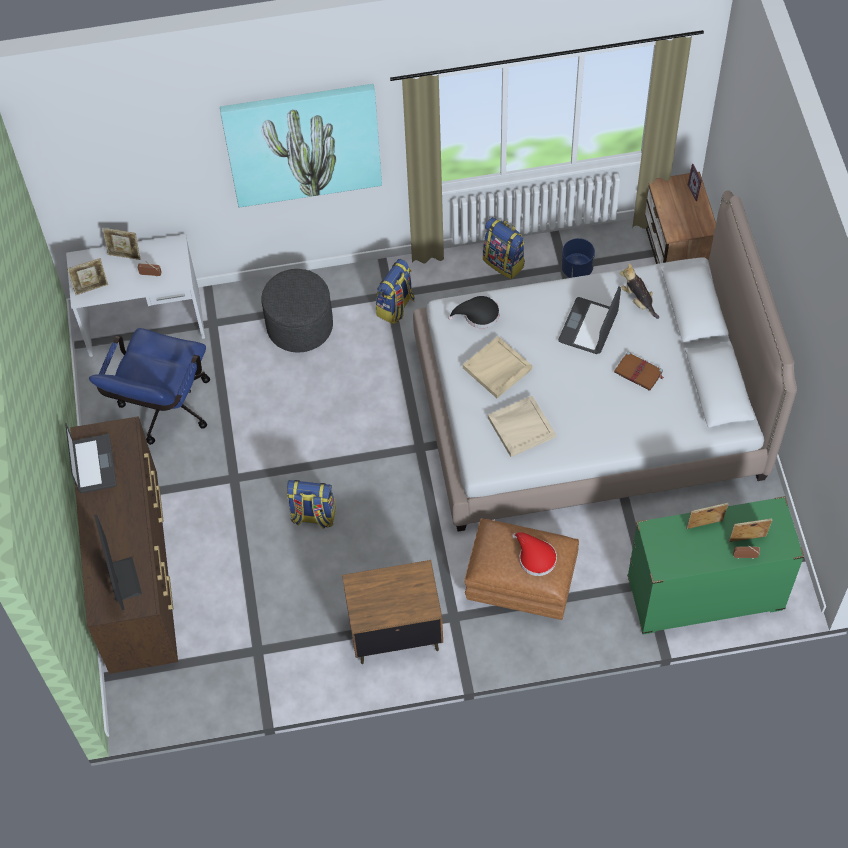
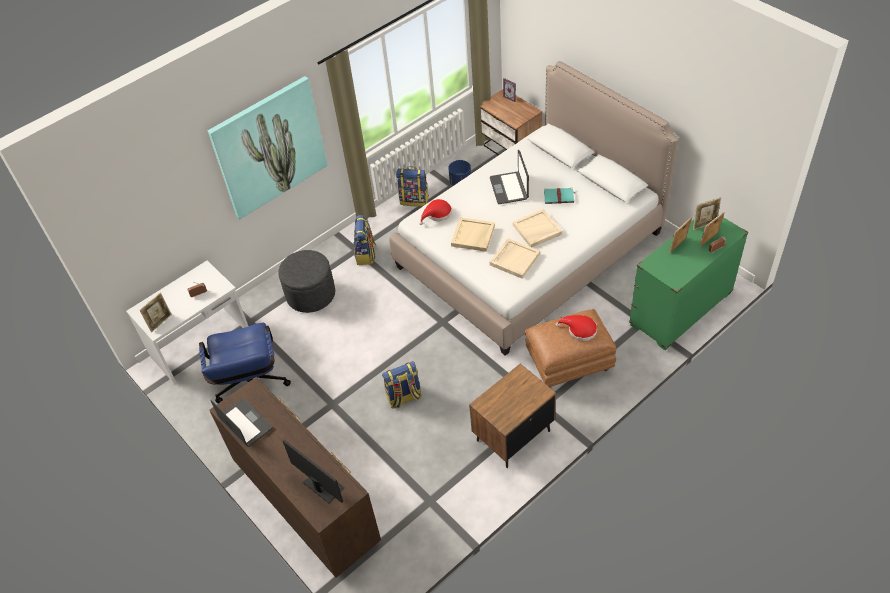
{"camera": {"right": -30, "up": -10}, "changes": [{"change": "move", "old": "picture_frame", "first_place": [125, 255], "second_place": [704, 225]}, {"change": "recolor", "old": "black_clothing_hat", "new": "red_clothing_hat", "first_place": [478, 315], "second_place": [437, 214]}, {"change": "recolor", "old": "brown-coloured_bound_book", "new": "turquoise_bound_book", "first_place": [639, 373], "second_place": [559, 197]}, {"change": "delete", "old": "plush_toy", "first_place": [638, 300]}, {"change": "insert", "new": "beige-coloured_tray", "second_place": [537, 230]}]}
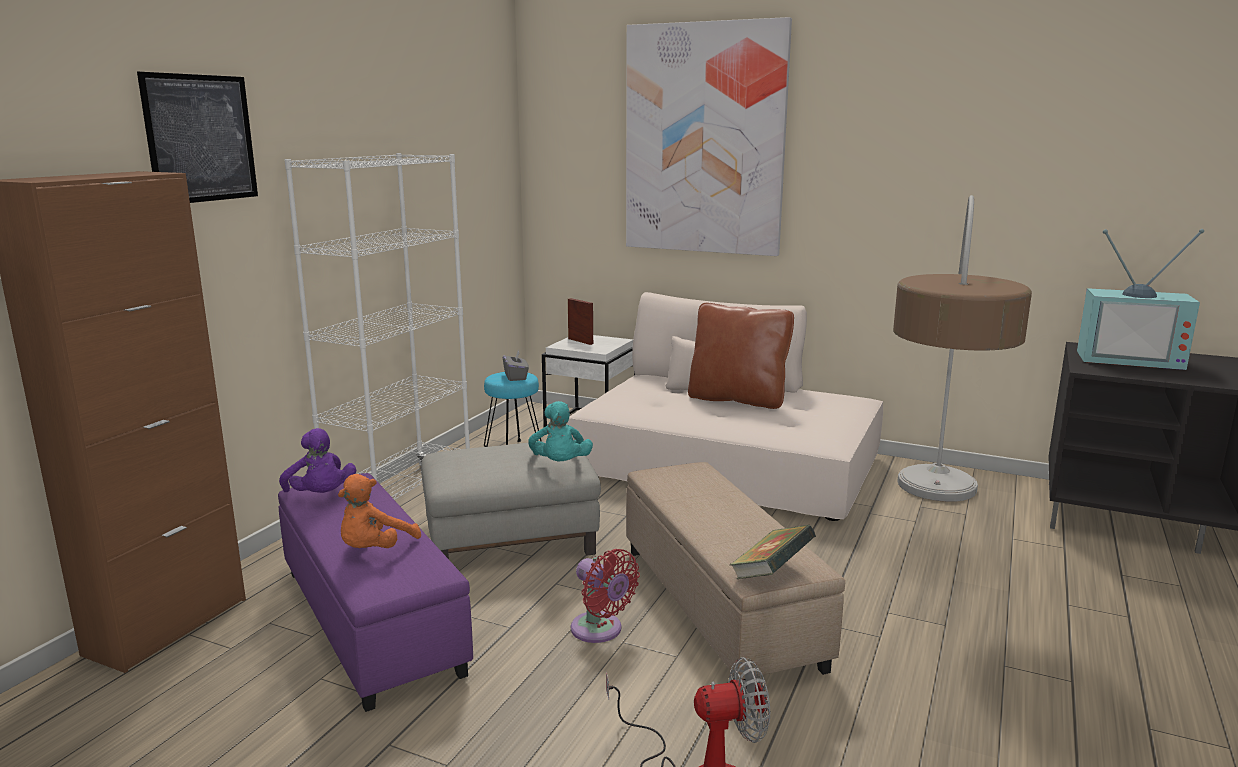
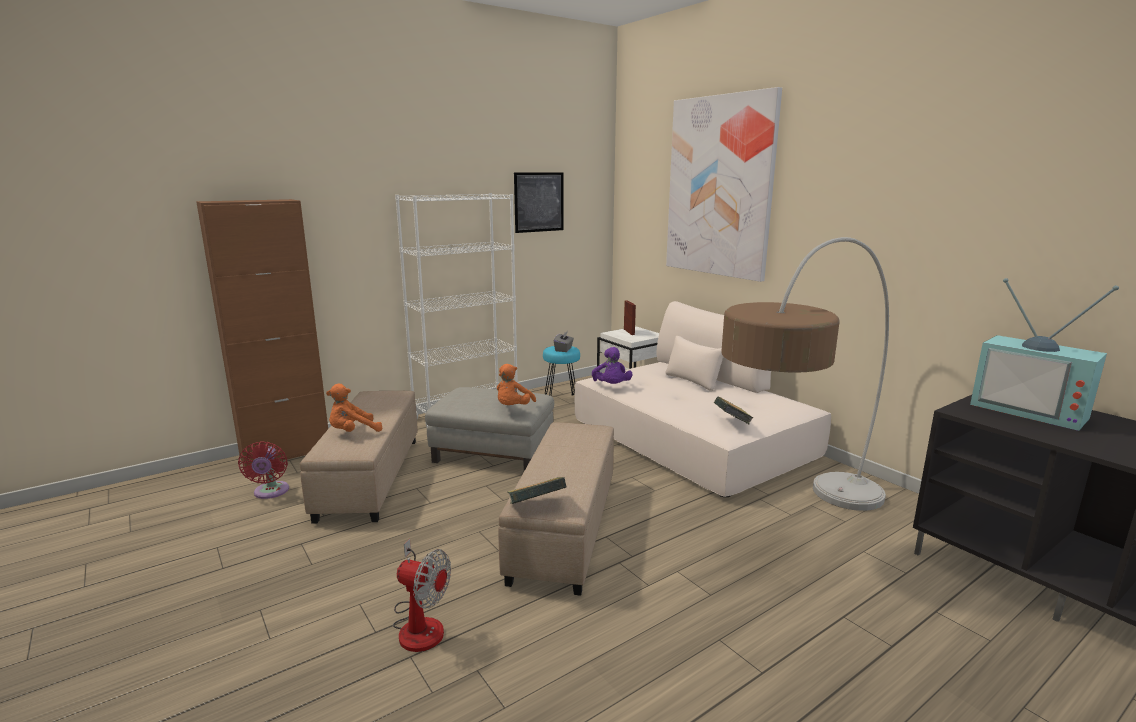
{"camera": {"right": 30, "up": 0}, "changes": [{"change": "move", "old": "wall_picture", "first_place": [201, 138], "second_place": [539, 202]}, {"change": "recolor", "old": "purplish_ottoman", "new": "beige-coloured_ottoman", "first_place": [369, 620], "second_place": [369, 477]}, {"change": "move", "old": "purplish_plush_toy", "first_place": [321, 496], "second_place": [611, 386]}, {"change": "recolor", "old": "turquoise_plush_toy", "new": "orangey_plush_toy", "first_place": [560, 464], "second_place": [513, 408]}, {"change": "move", "old": "red_cooling_fan", "first_place": [600, 631], "second_place": [270, 492]}, {"change": "delete", "old": "brown-coloured_cushion", "first_place": [737, 399]}, {"change": "insert", "new": "bound_book", "second_place": [732, 423]}]}
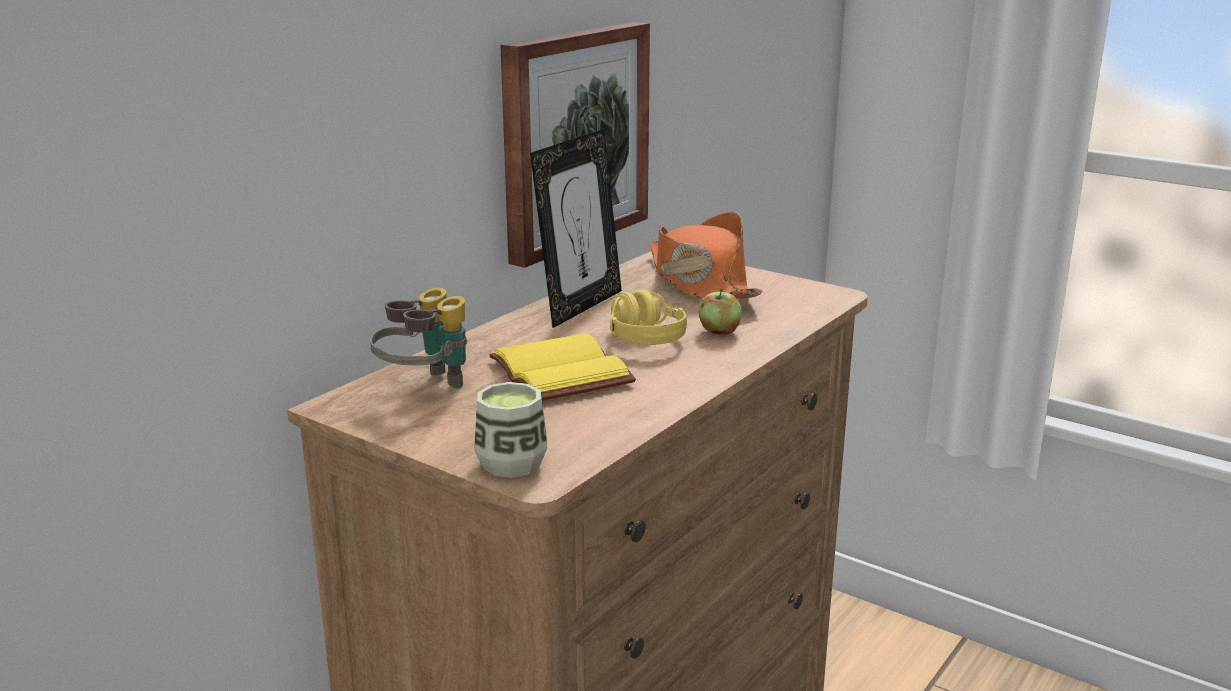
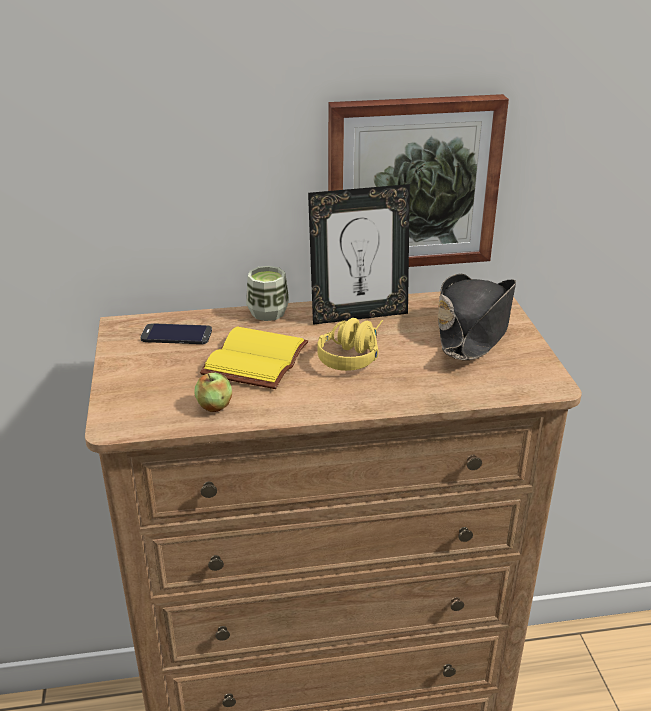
{"camera": {"right": 45, "up": 10}, "changes": [{"change": "replace", "old": "field_glasses", "new": "telephone", "first_place": [425, 387], "second_place": [176, 335]}, {"change": "move", "old": "small_cup", "first_place": [511, 463], "second_place": [268, 312]}, {"change": "recolor", "old": "orangey_clothing_hat", "new": "black_clothing_hat", "first_place": [700, 282], "second_place": [473, 329]}, {"change": "move", "old": "apple", "first_place": [719, 331], "second_place": [214, 406]}]}
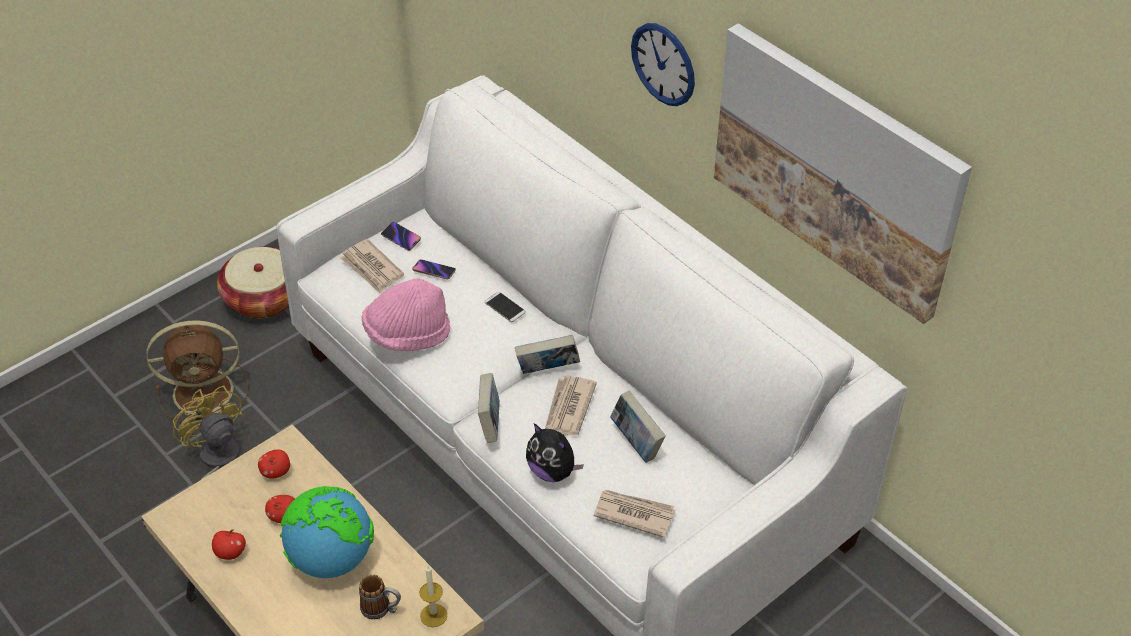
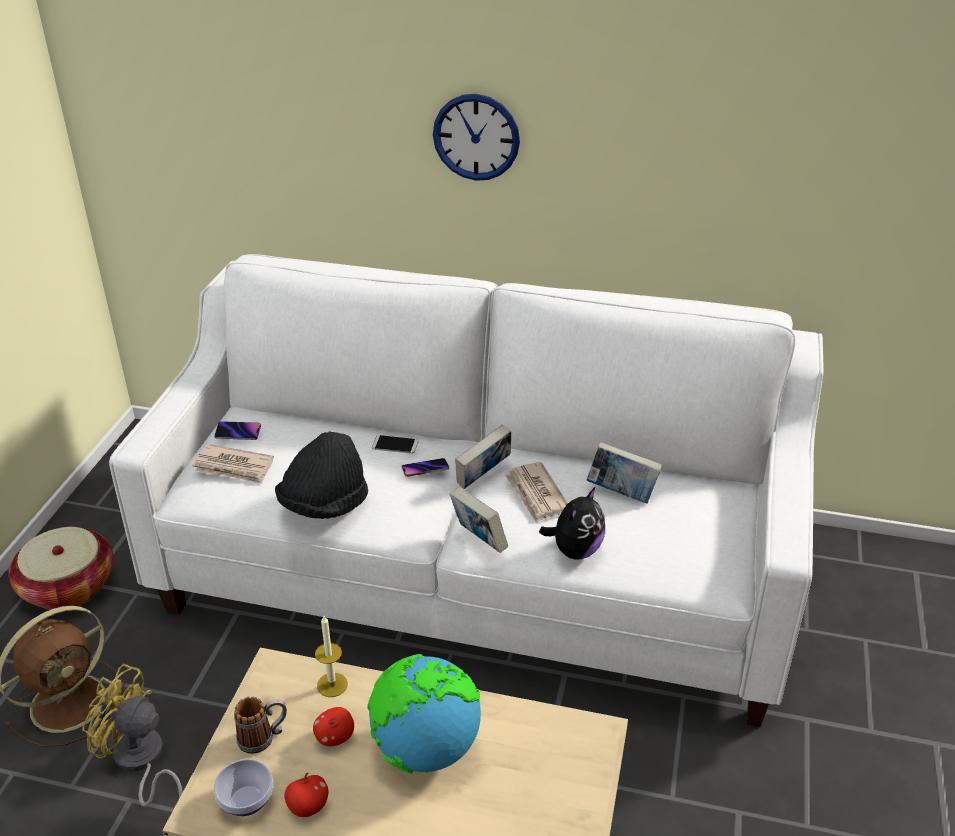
{"camera": {"right": -35, "up": -10}, "changes": [{"change": "delete", "old": "apple", "first_place": [276, 472]}, {"change": "move", "old": "mug", "first_place": [381, 609], "second_place": [263, 737]}, {"change": "recolor", "old": "pink_clothing_hat", "new": "black_clothing_hat", "first_place": [407, 334], "second_place": [324, 504]}, {"change": "move", "old": "telephone", "first_place": [434, 271], "second_place": [425, 469]}, {"change": "move", "old": "wax_light", "first_place": [433, 615], "second_place": [332, 685]}, {"change": "rotate", "old": "plush_toy", "first_place": [552, 471], "second_place": [575, 550], "degrees": -60}, {"change": "delete", "old": "printed_paper", "first_place": [633, 513]}, {"change": "delete", "old": "wall_picture", "first_place": [835, 169]}, {"change": "insert", "new": "deep_dish", "second_place": [246, 800]}]}
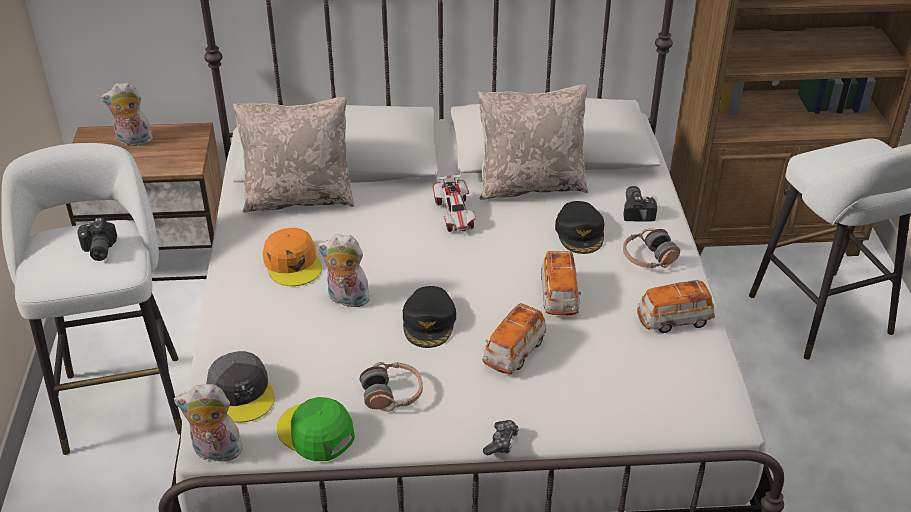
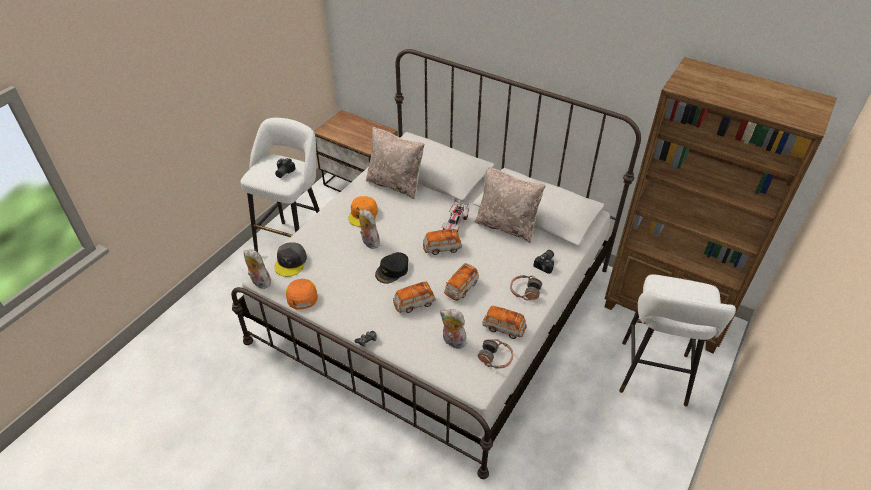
{"camera": {"right": 35, "up": 5}, "changes": [{"change": "move", "old": "plush_toy", "first_place": [133, 142], "second_place": [452, 342]}, {"change": "recolor", "old": "greenish_cap", "new": "orangey_cap", "first_place": [315, 433], "second_place": [301, 295]}, {"change": "move", "old": "headphones", "first_place": [392, 394], "second_place": [495, 358]}, {"change": "delete", "old": "black_cap", "first_place": [580, 232]}, {"change": "insert", "new": "toy_car", "second_place": [442, 248]}]}
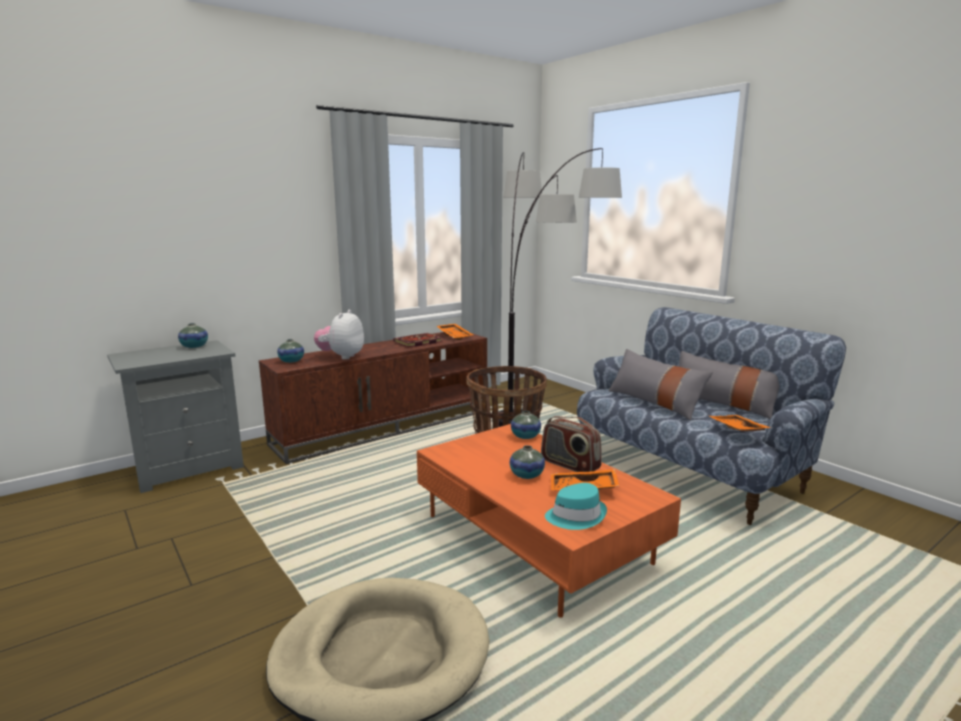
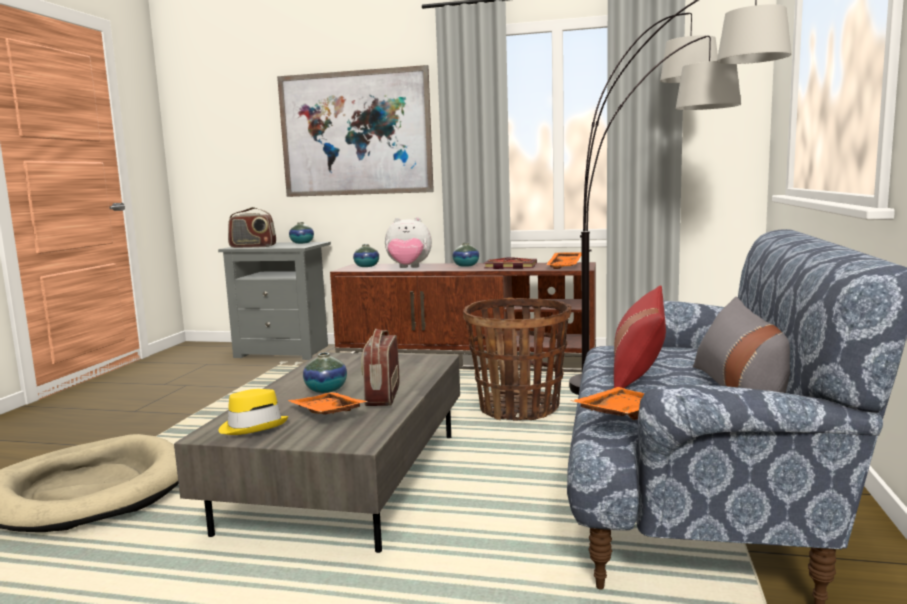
{"camera": {"right": 50, "up": -5}, "changes": [{"change": "rotate", "old": "plush_toy", "first_place": [341, 357], "second_place": [408, 268], "degrees": -150}, {"change": "recolor", "old": "orangey_coffee_table", "new": "gray_coffee_table", "first_place": [537, 539], "second_place": [349, 480]}, {"change": "move", "old": "decorative_vase", "first_place": [525, 436], "second_place": [466, 266]}, {"change": "recolor", "old": "turquoise_clothing_hat", "new": "yellow_clothing_hat", "first_place": [575, 516], "second_place": [253, 426]}, {"change": "recolor", "old": "gray_cushion", "new": "red_cushion", "first_place": [655, 402], "second_place": [639, 369]}, {"change": "insert", "new": "radio", "second_place": [252, 246]}, {"change": "insert", "new": "wall_picture", "second_place": [355, 133]}]}
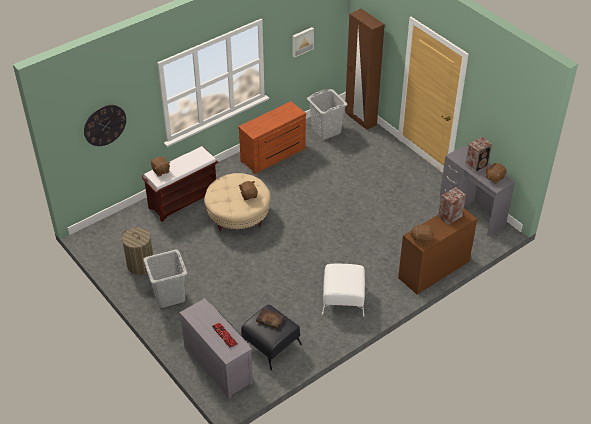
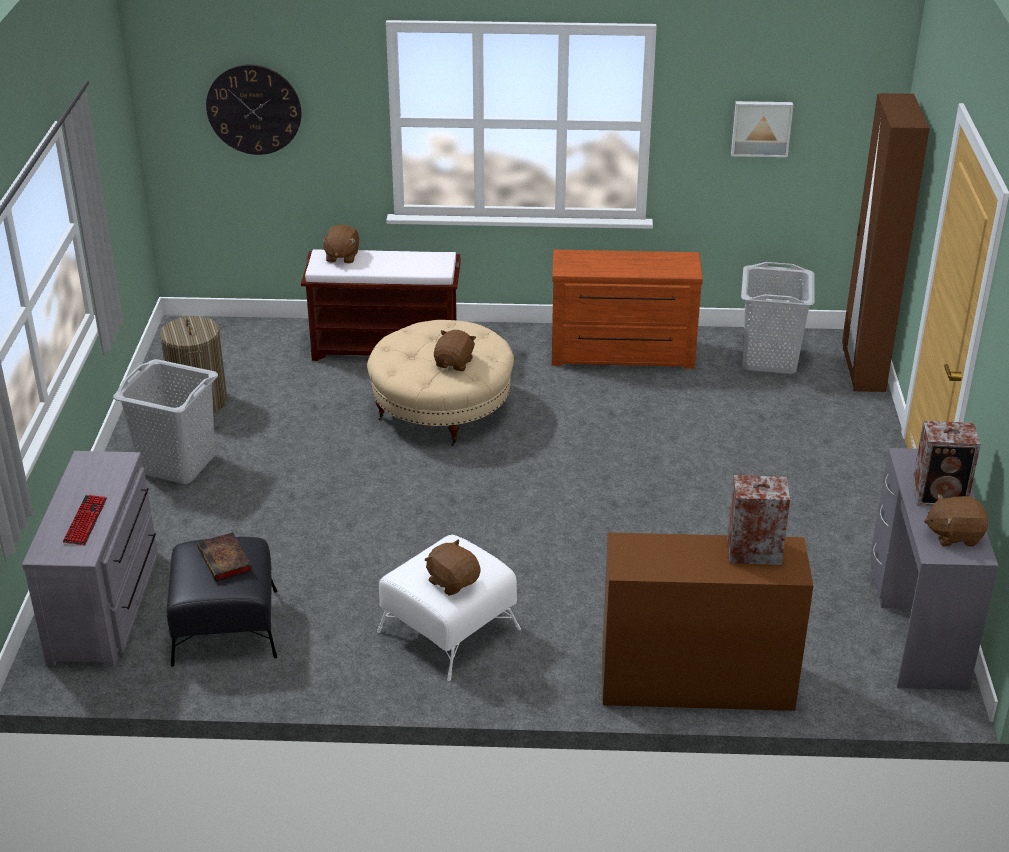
{"camera": {"right": 40, "up": -10}, "changes": [{"change": "move", "old": "brown-coloured_plush_toy", "first_place": [421, 239], "second_place": [453, 581]}]}
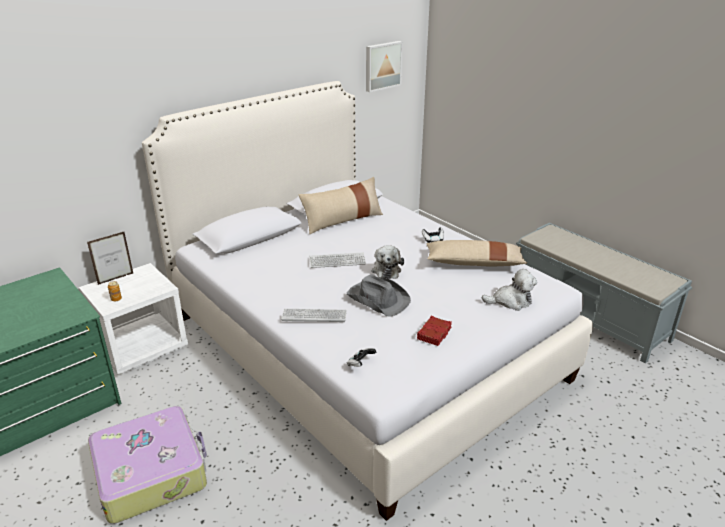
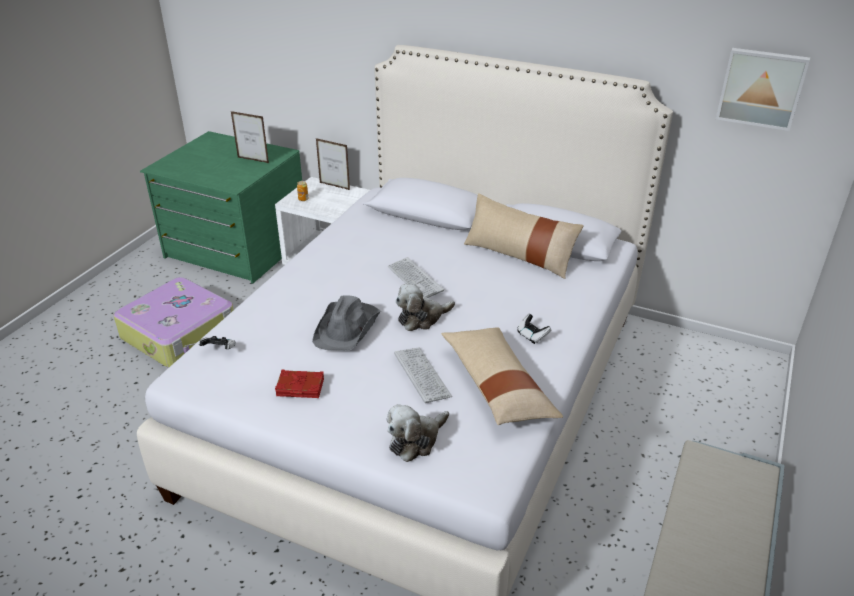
{"camera": {"right": 65, "up": 5}, "changes": [{"change": "move", "old": "keyboard", "first_place": [314, 316], "second_place": [422, 375]}, {"change": "rotate", "old": "plush_toy", "first_place": [510, 301], "second_place": [416, 440], "degrees": 75}, {"change": "insert", "new": "picture_frame", "second_place": [253, 160]}]}
